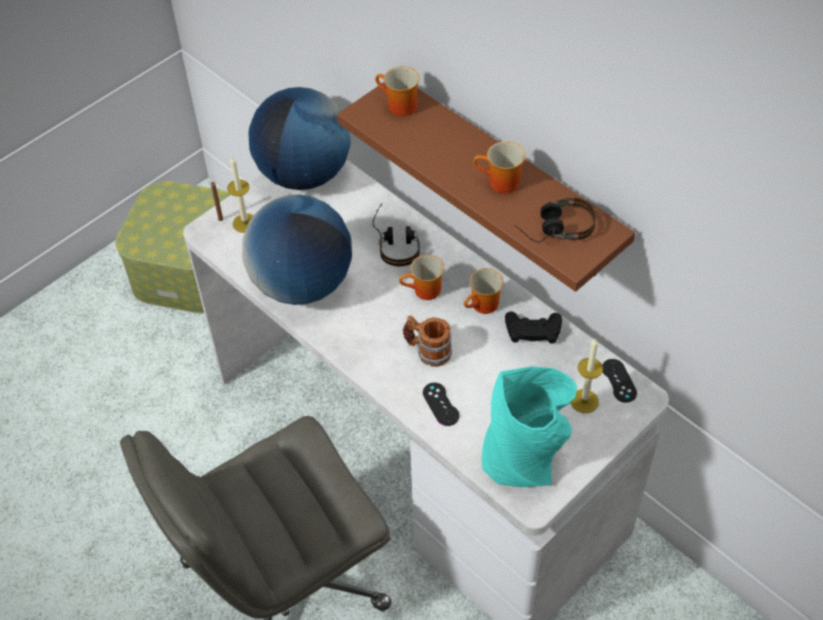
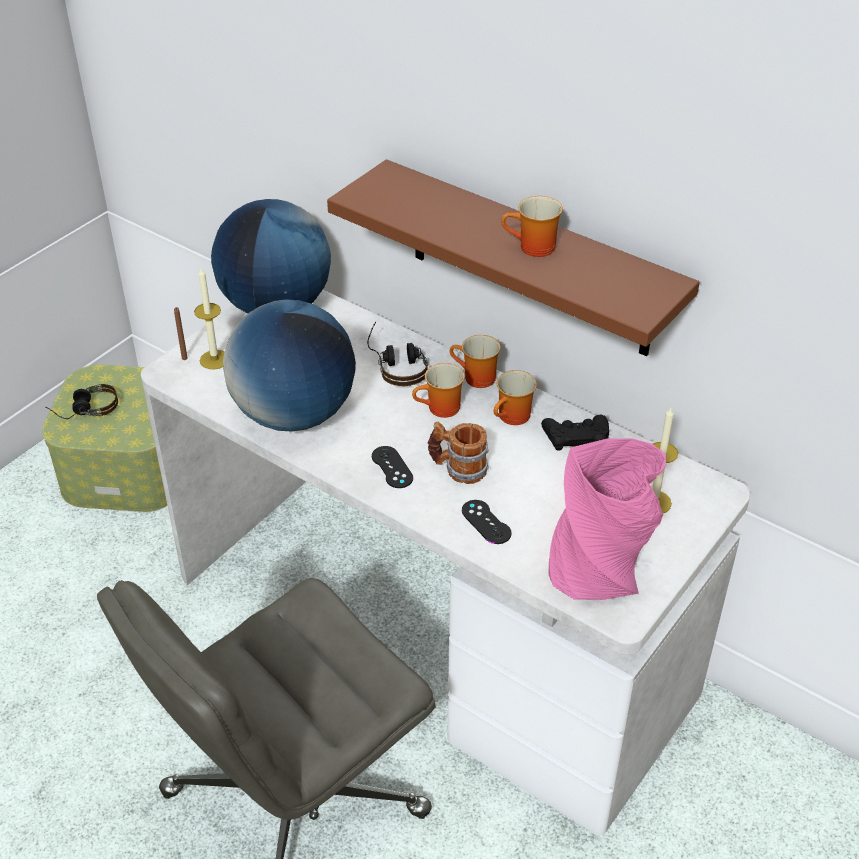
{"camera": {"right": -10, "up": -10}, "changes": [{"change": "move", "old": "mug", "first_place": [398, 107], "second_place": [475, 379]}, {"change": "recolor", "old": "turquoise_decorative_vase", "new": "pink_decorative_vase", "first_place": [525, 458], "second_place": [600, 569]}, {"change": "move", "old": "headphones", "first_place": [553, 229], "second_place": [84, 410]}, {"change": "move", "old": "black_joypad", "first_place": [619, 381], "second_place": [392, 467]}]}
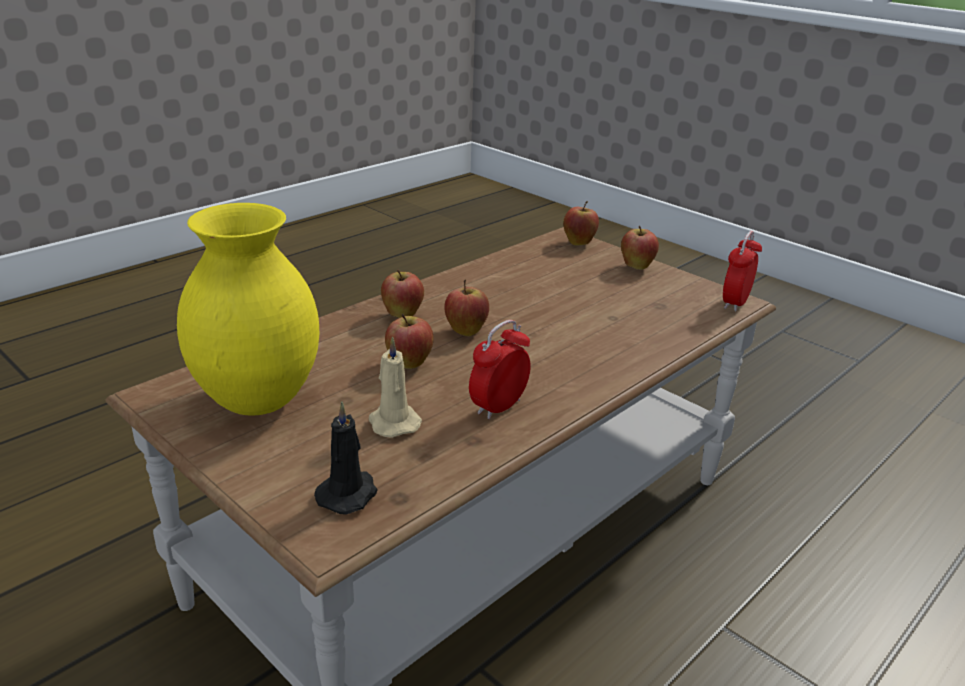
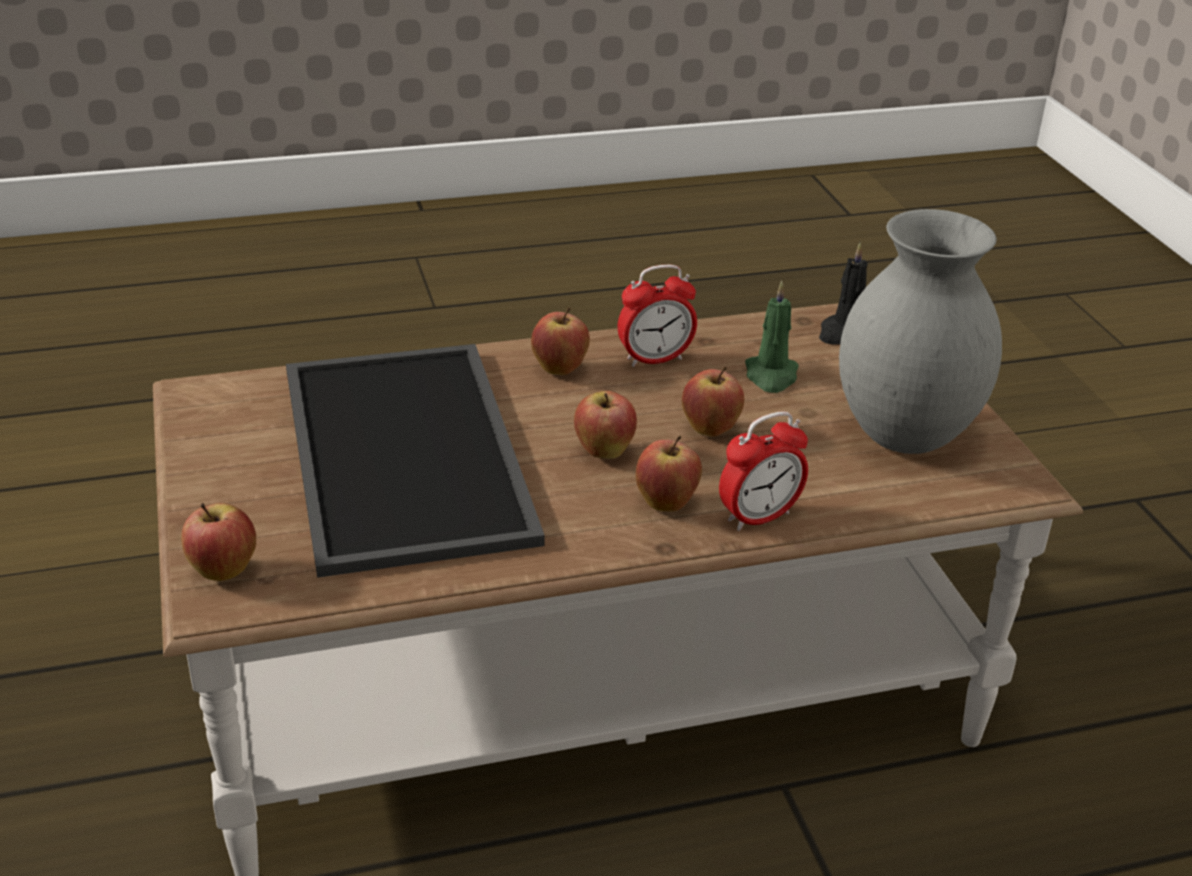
{"camera": {"right": -150, "up": 5}, "changes": [{"change": "recolor", "old": "yellow_decorative_vase", "new": "gray_decorative_vase", "first_place": [260, 402], "second_place": [902, 436]}, {"change": "recolor", "old": "beige-coloured_wax_light", "new": "greenish_wax_light", "first_place": [393, 422], "second_place": [771, 376]}, {"change": "move", "old": "apple", "first_place": [636, 268], "second_place": [560, 370]}, {"change": "move", "old": "bedside_clock", "first_place": [735, 303], "second_place": [759, 517]}, {"change": "insert", "new": "tray", "second_place": [398, 451]}]}
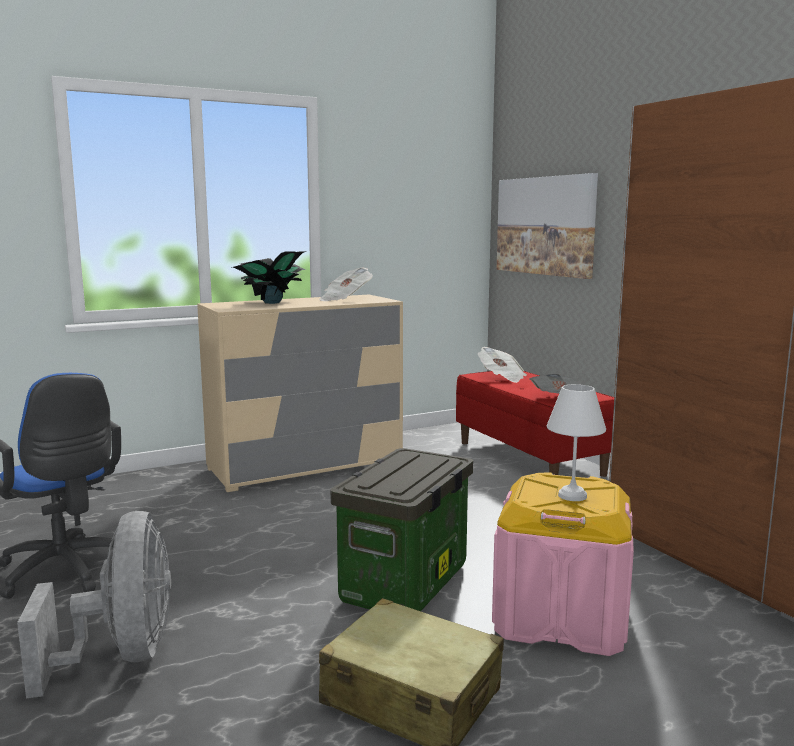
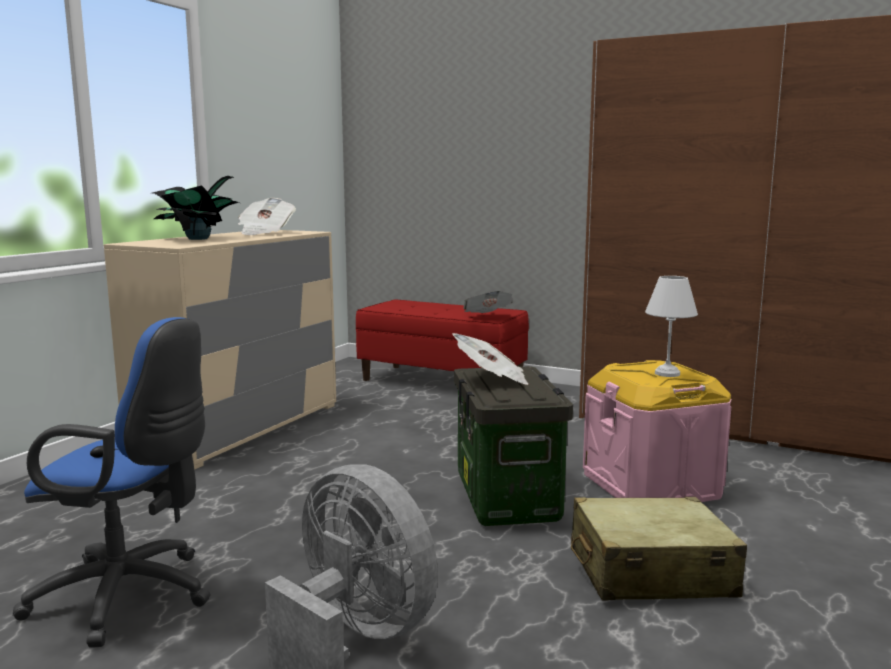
{"camera": {"right": -35, "up": 0}, "changes": [{"change": "move", "old": "printed_paper", "first_place": [502, 378], "second_place": [492, 379]}, {"change": "delete", "old": "wall_picture", "first_place": [545, 226]}]}
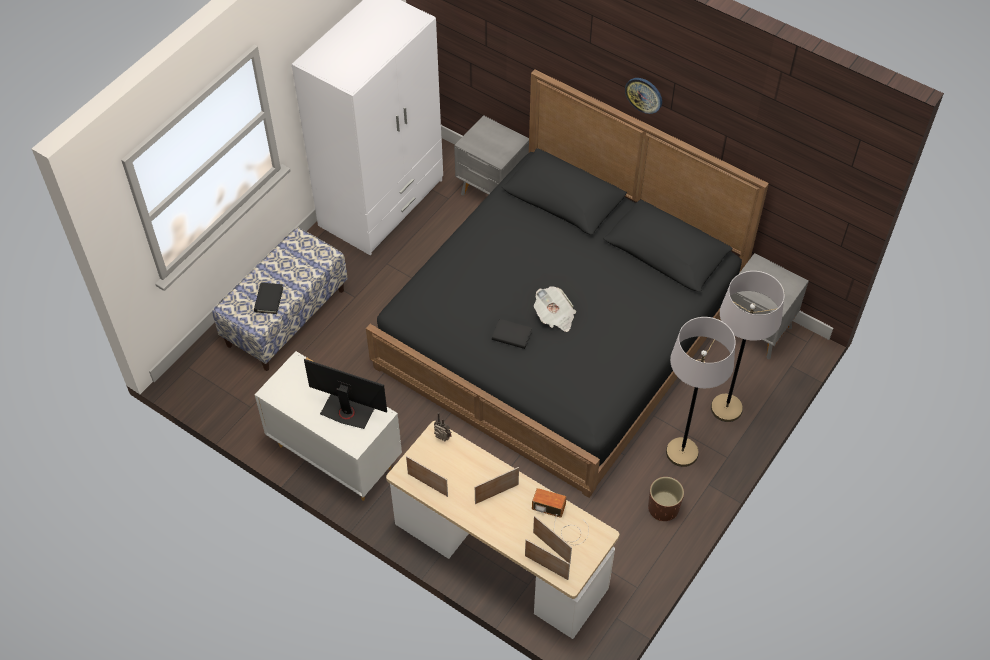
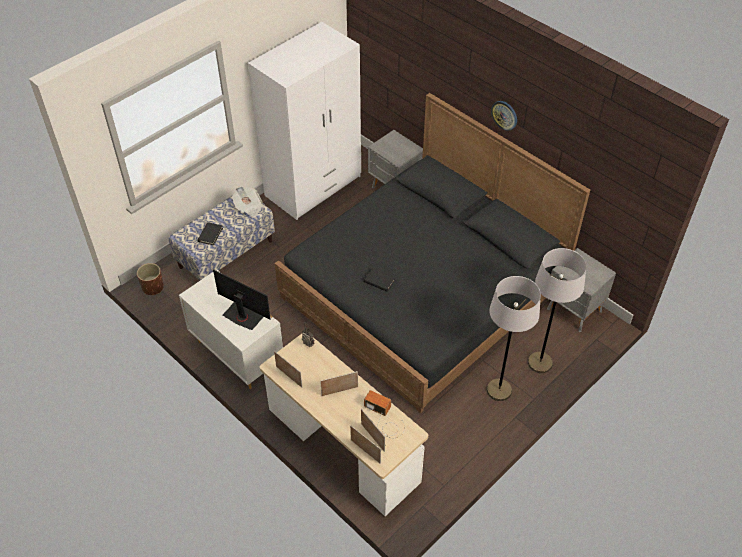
{"camera": {"right": 10, "up": -5}, "changes": [{"change": "move", "old": "printed_paper", "first_place": [554, 316], "second_place": [248, 207]}, {"change": "move", "old": "brown-coloured_plant_pot", "first_place": [663, 508], "second_place": [153, 287]}]}
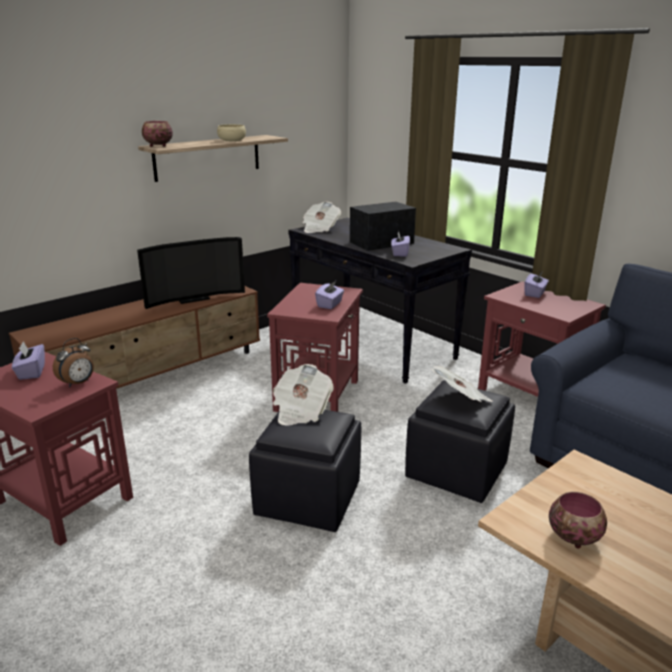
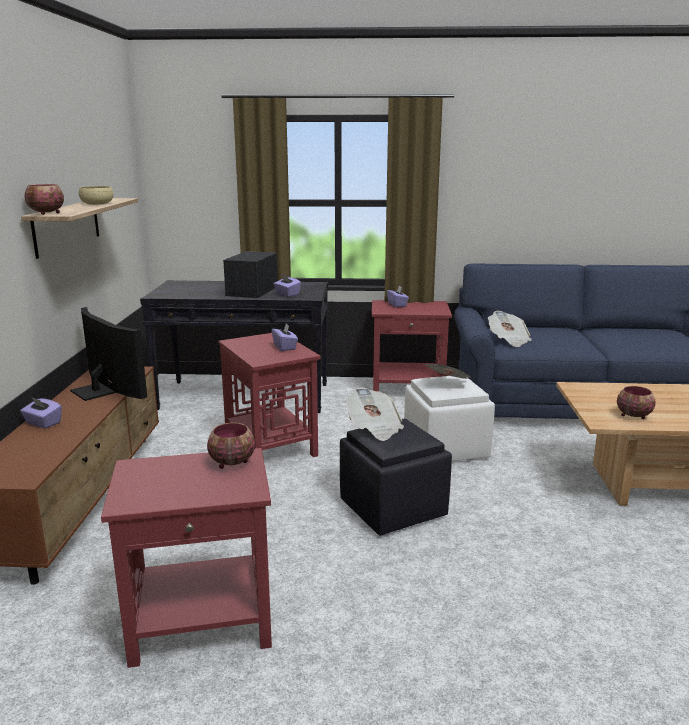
{"camera": {"right": -45, "up": -5}, "changes": [{"change": "move", "old": "purplish_tissue_holder", "first_place": [31, 372], "second_place": [43, 423]}, {"change": "replace", "old": "bedside_clock", "new": "deep_dish", "first_place": [78, 383], "second_place": [231, 462]}, {"change": "rotate", "old": "TV", "first_place": [192, 298], "second_place": [101, 390], "degrees": -60}, {"change": "move", "old": "printed_paper", "first_place": [320, 228], "second_place": [508, 340]}, {"change": "recolor", "old": "black_ottoman", "new": "white-coloured_ottoman", "first_place": [458, 471], "second_place": [446, 448]}]}
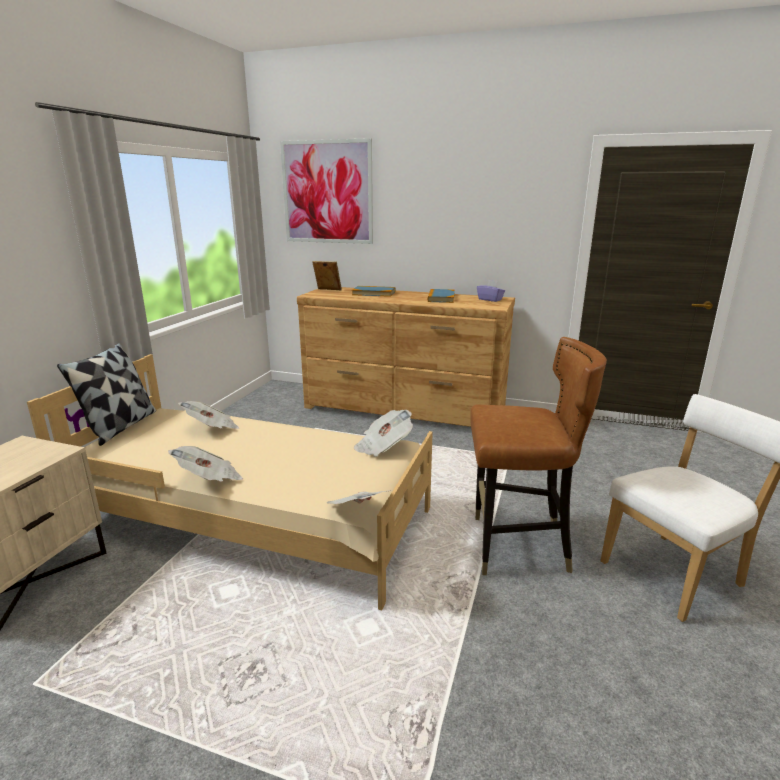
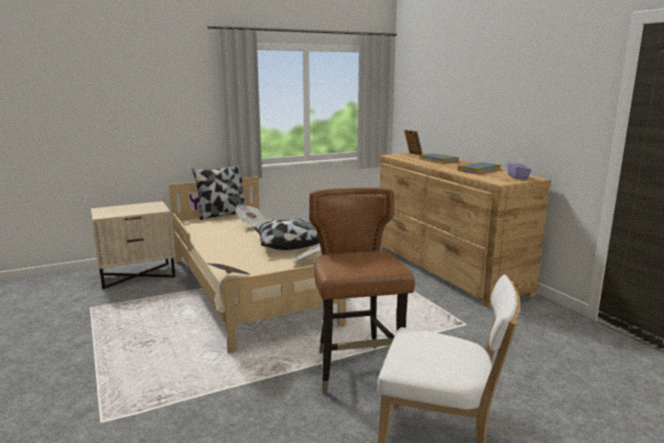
{"camera": {"right": 45, "up": -5}, "changes": [{"change": "delete", "old": "printed_paper", "first_place": [209, 479]}, {"change": "delete", "old": "wall_picture", "first_place": [327, 192]}, {"change": "rotate", "old": "brown-coloured_upright_chair", "first_place": [517, 546], "second_place": [357, 369], "degrees": -150}, {"change": "insert", "new": "cushion", "second_place": [288, 244]}]}
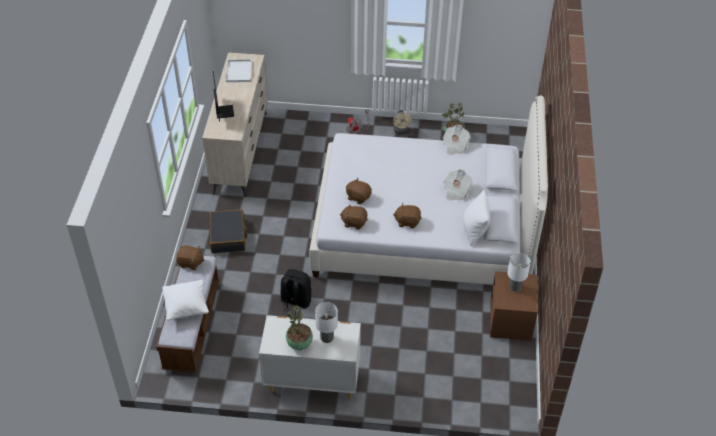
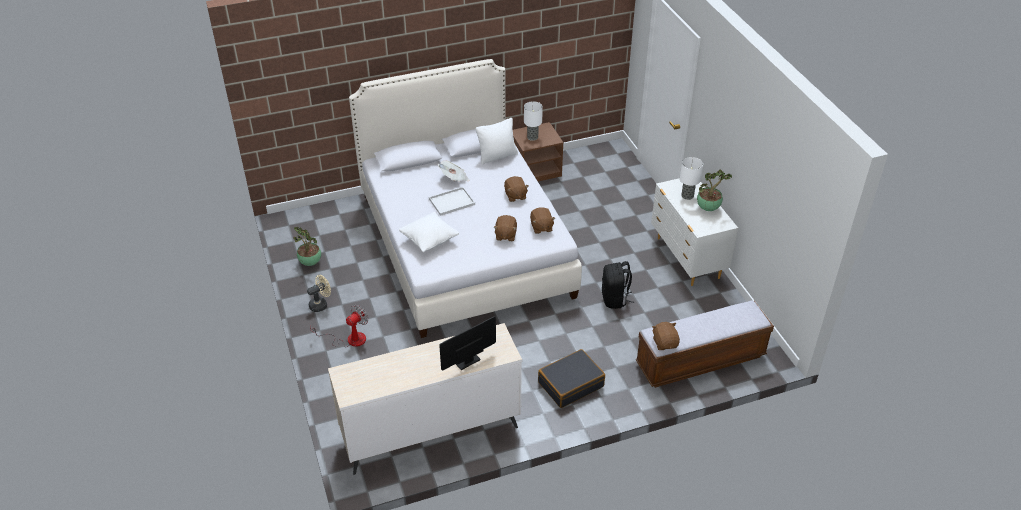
{"camera": {"right": -115, "up": -5}, "changes": [{"change": "move", "old": "white-coloured_cushion", "first_place": [186, 307], "second_place": [429, 241]}, {"change": "move", "old": "white-coloured_tray", "first_place": [239, 72], "second_place": [452, 201]}, {"change": "delete", "old": "printed_paper", "first_place": [455, 146]}]}
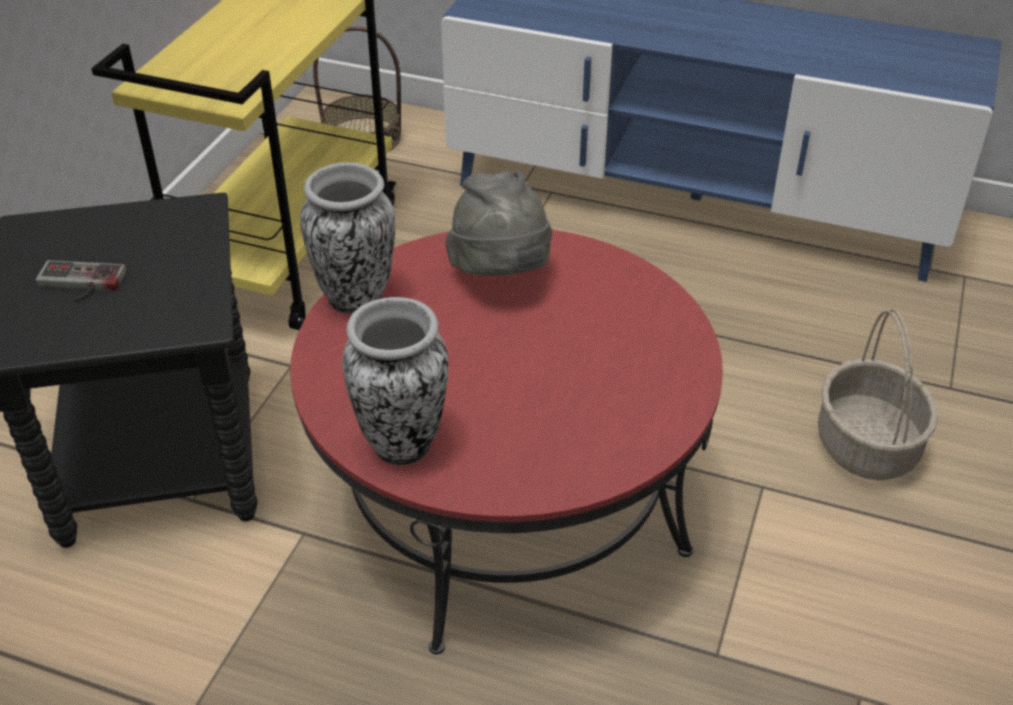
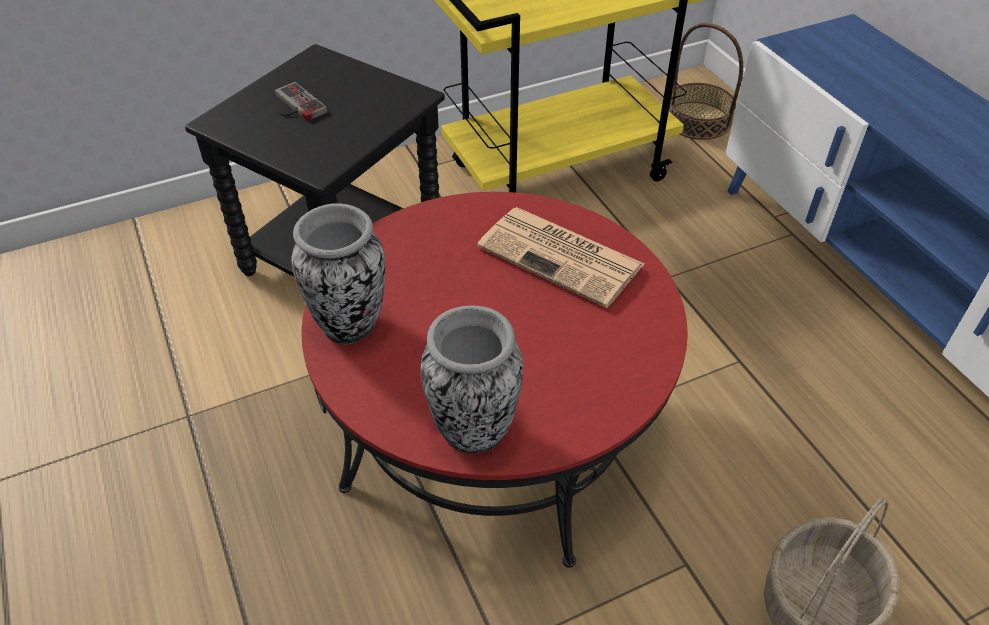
{"camera": {"right": 45, "up": 5}, "changes": [{"change": "move", "old": "decorative_vase", "first_place": [355, 297], "second_place": [473, 432]}, {"change": "replace", "old": "gray_clothing_hat", "new": "printed_paper", "first_place": [501, 276], "second_place": [563, 256]}]}
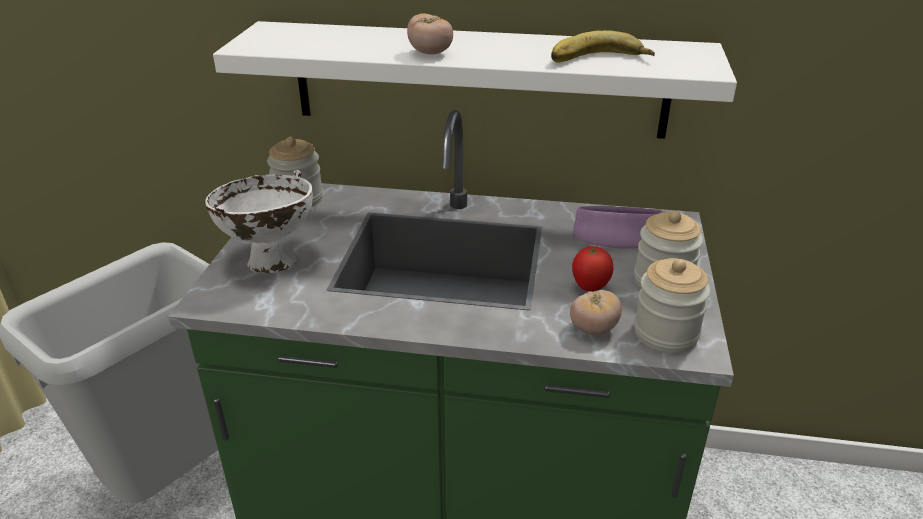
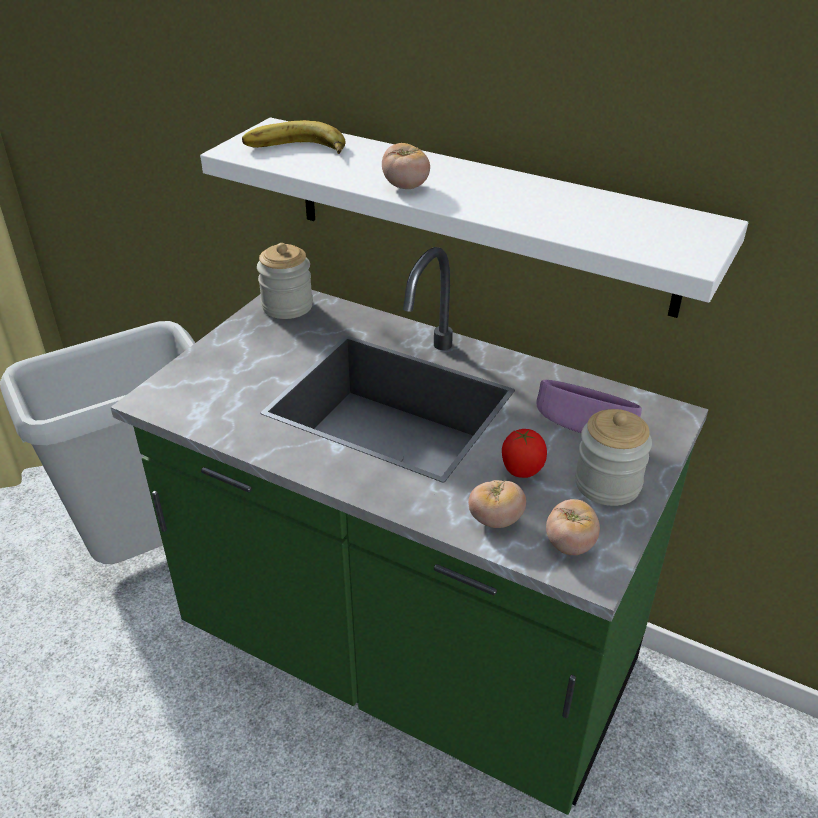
{"camera": {"right": 20, "up": 5}, "changes": [{"change": "delete", "old": "white-coloured_deep_dish", "first_place": [269, 262]}, {"change": "move", "old": "banana_fruit", "first_place": [600, 60], "second_place": [295, 151]}, {"change": "replace", "old": "jar", "new": "tomato", "first_place": [666, 333], "second_place": [570, 544]}]}
